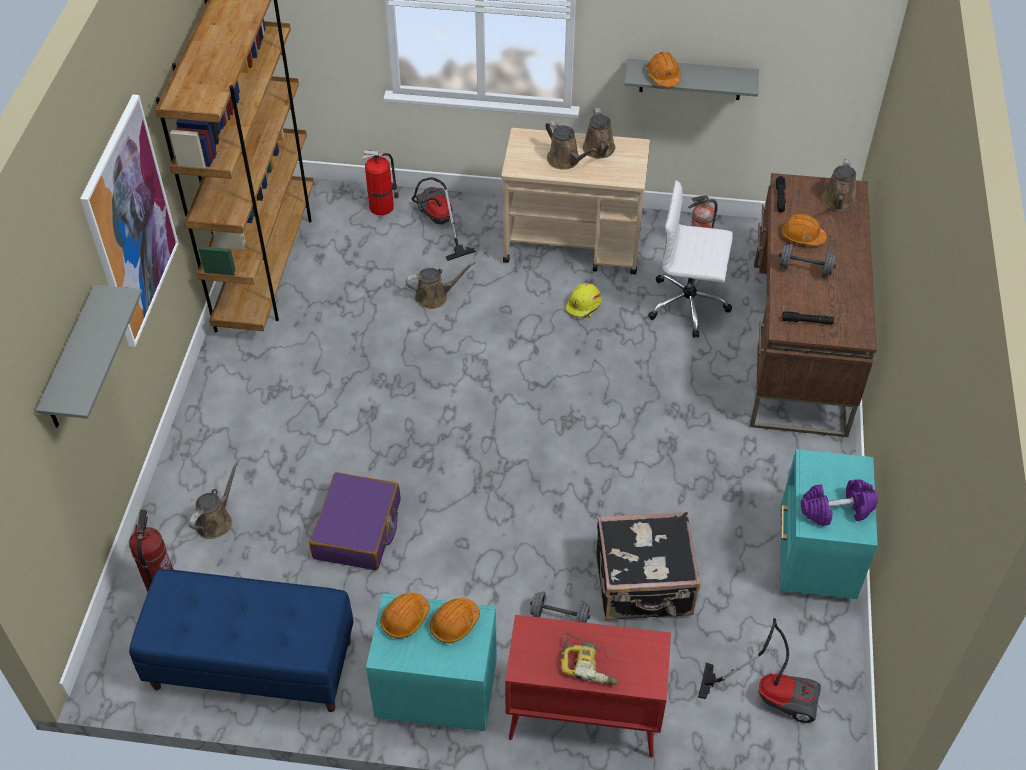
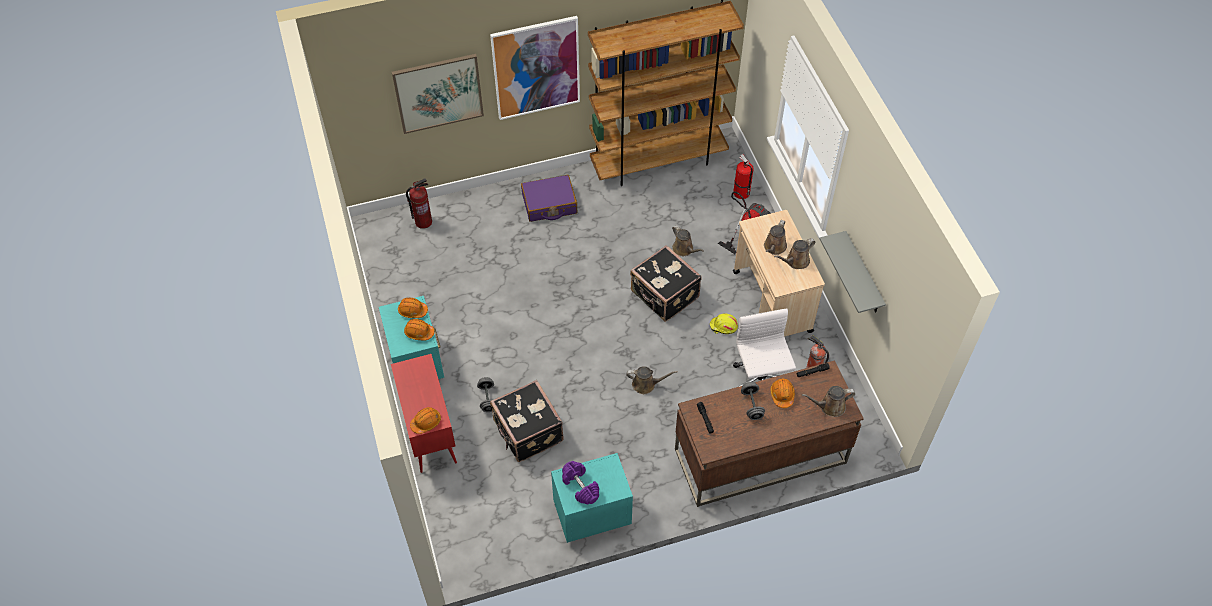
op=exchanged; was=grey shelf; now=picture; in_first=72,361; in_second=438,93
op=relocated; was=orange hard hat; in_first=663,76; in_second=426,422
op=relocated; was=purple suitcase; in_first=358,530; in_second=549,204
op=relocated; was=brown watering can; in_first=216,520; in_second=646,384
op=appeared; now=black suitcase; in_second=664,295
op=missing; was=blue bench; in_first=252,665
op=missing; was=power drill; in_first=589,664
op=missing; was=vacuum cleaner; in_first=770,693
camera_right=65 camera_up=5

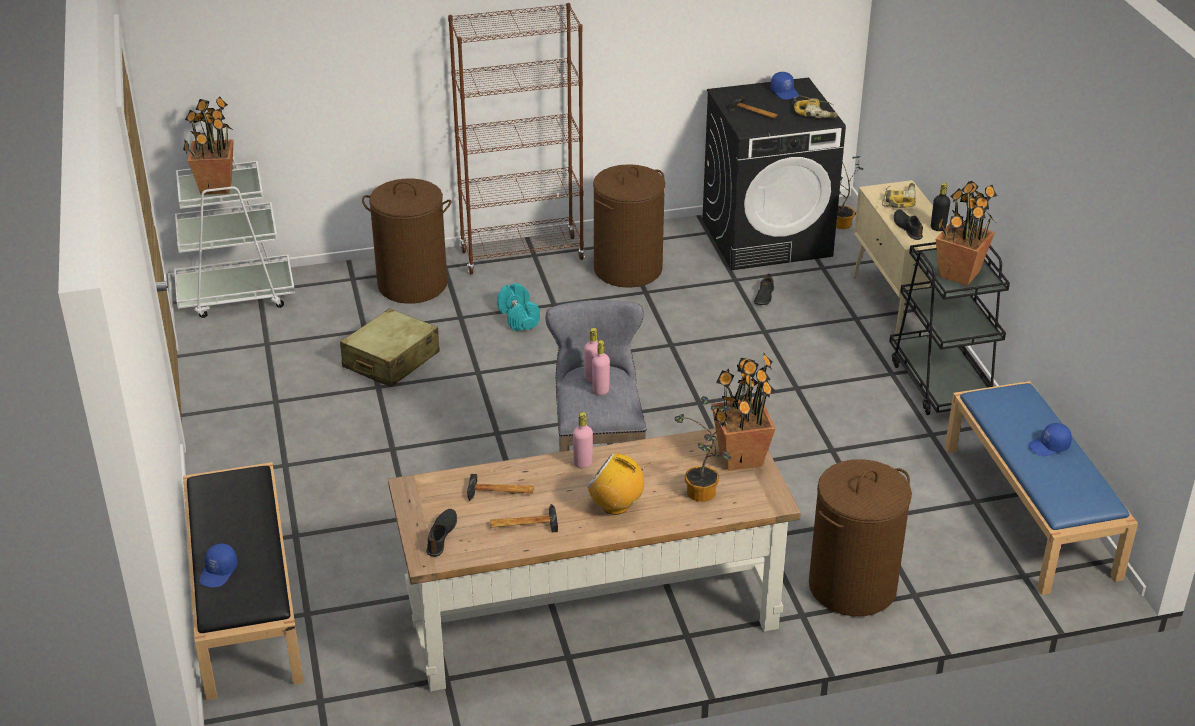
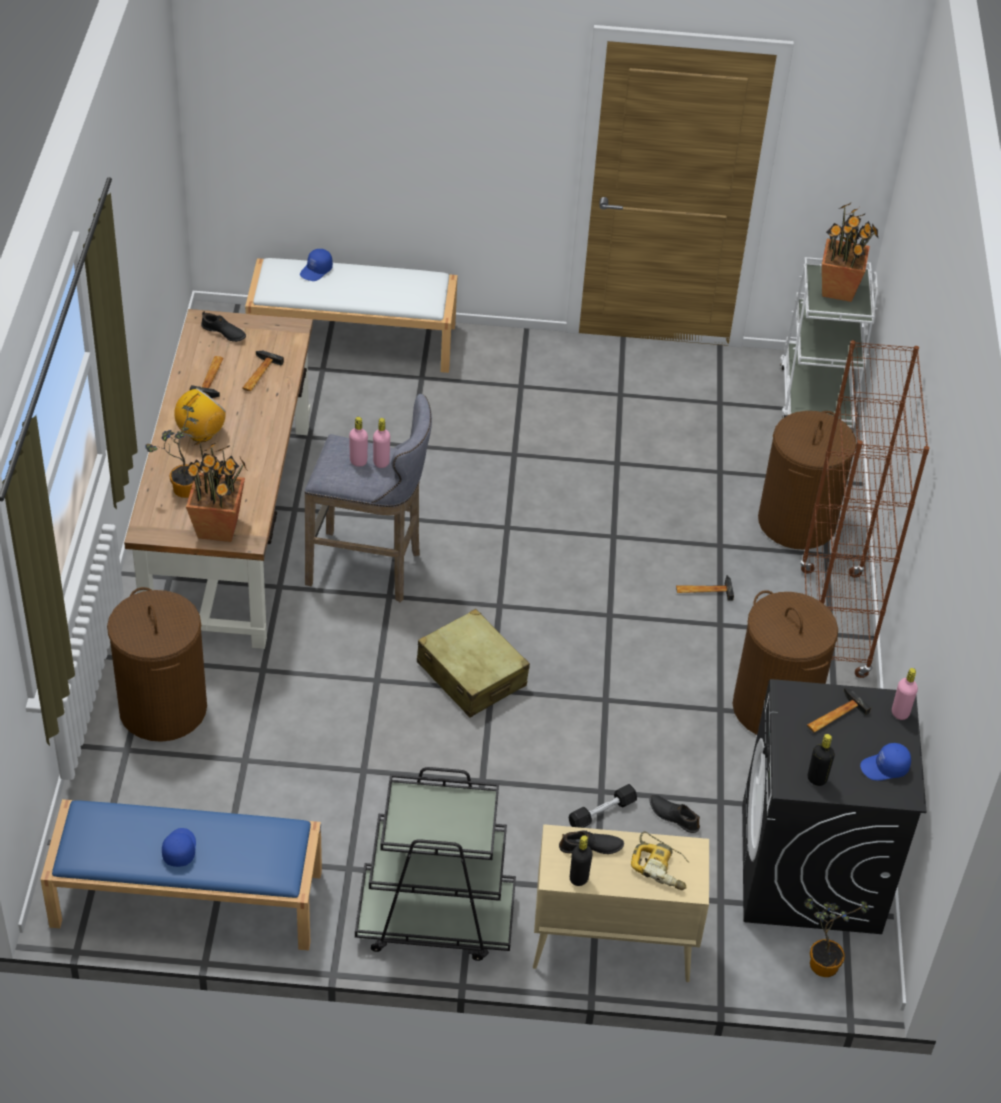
op=colour; was=black bench; now=white bench; in_first=244,602; in_second=354,339
op=spun; was=blue cap; in_first=219,572; in_second=316,271; clockwise=-90
op=relocated; was=beige suitcase; in_first=391,360; in_second=471,674
op=appeared; now=black dumbbell; in_second=602,813
op=exchanged; was=turquoise dumbbell; now=hammer; in_first=519,317; in_second=703,590
op=exchanged; was=power drill; now=black bottle; in_first=815,112; in_second=817,779
op=relocated; was=pink bottle; in_first=582,463; in_second=900,713
op=missing; was=potted plant; in_first=959,273
camera_right=105 camera_up=10

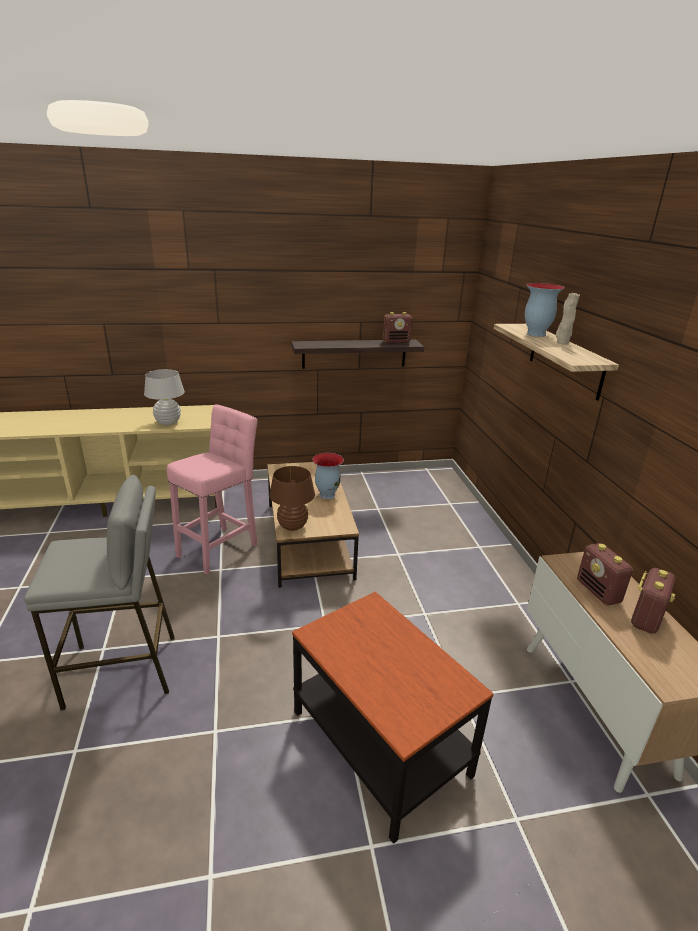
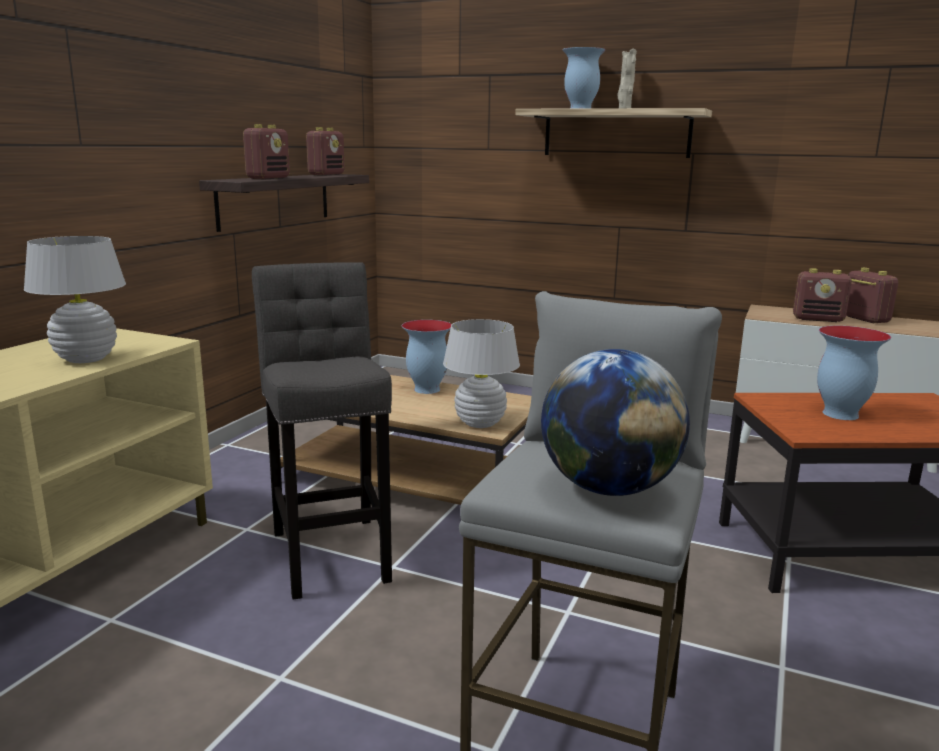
op=appeared; now=radio; in_second=268,178
op=colour; was=pink stool; now=grey stool; in_first=220,548; in_second=331,551
op=colour; was=brown table lamp; now=white table lamp; in_first=292,526; in_second=480,423
op=appeared; now=globe; in_second=608,488
op=appeared; now=vase; in_second=840,414
camera_right=-55 camera_up=-10

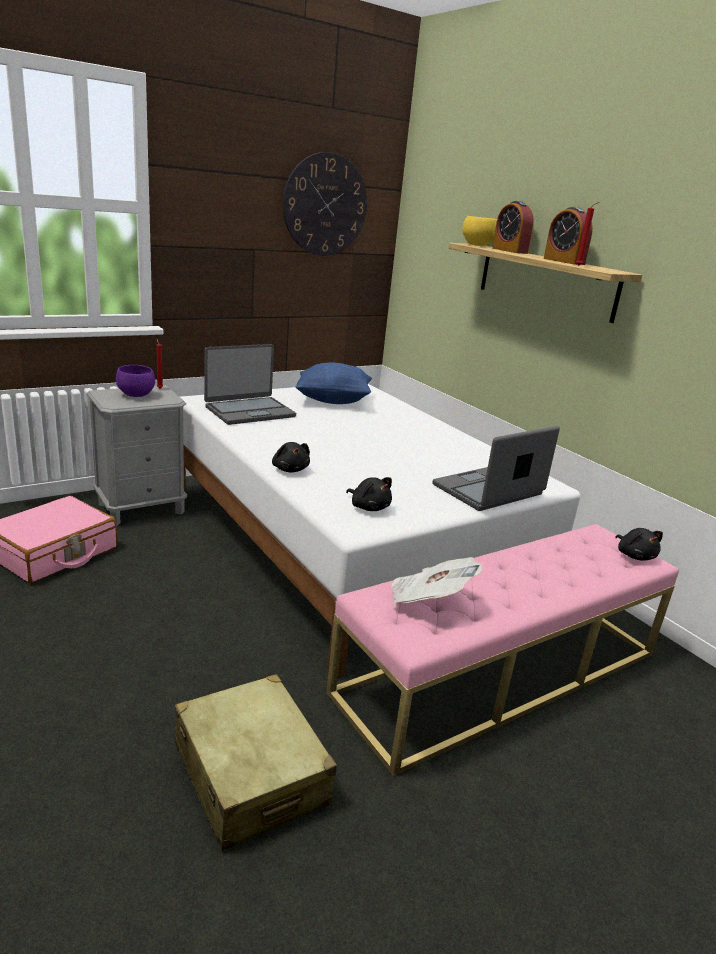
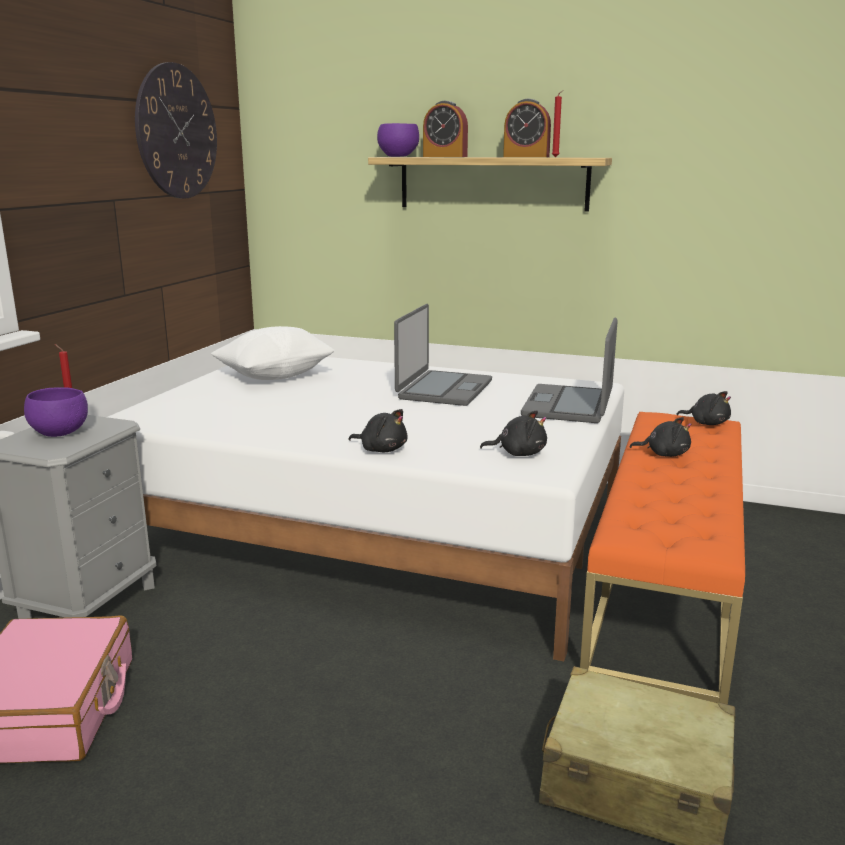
op=colour; was=blue pillow; now=white pillow; in_first=333,401; in_second=275,376
op=colour; was=yellow bowl; now=purple bowl; in_first=477,245; in_second=397,156
op=relocated; was=laptop; in_first=249,411; in_second=443,389
op=colour; was=pink bench; now=orange bench; in_first=501,672; in_second=667,580
op=appeared; now=black plush toy; in_second=664,454
op=missing; was=newspaper; in_first=428,599
camera_right=-35 camera_up=-5

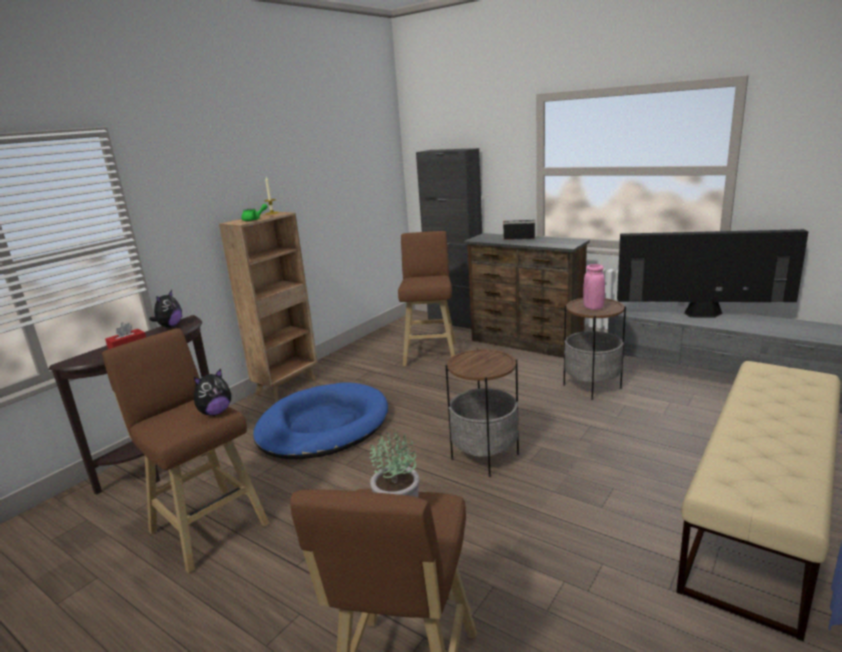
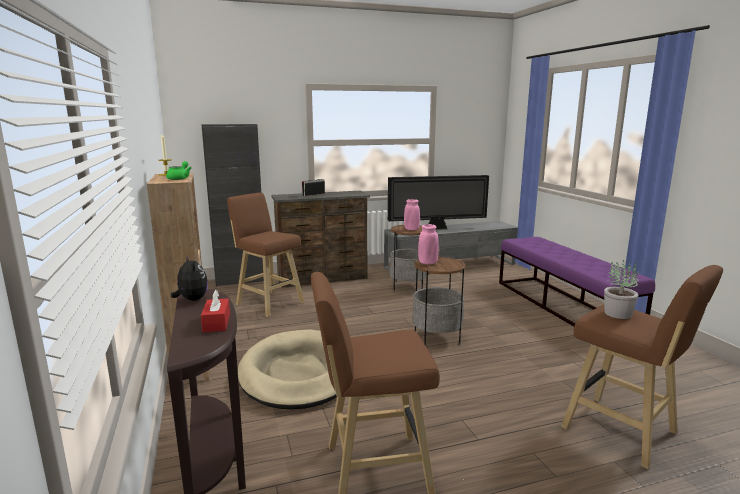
op=colour; was=blue dog bed; now=beige dog bed; in_first=323,426; in_second=299,373
op=spun; was=television; in_first=701,315; in_second=437,228; clockwise=-150
op=appeared; now=pink vase; in_second=428,263
op=colour; was=beige bench; now=purple bench; in_first=760,512; in_second=563,306
op=missing; was=plush toy; in_first=215,412
camera_right=-55 camera_up=-5

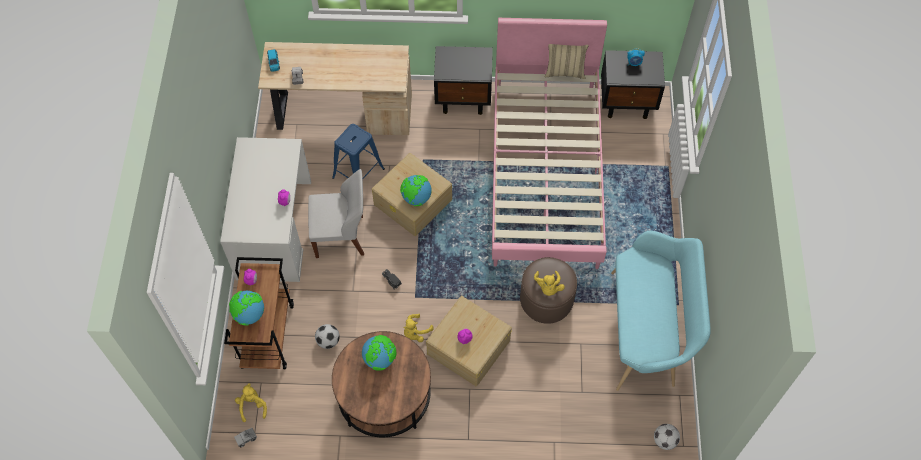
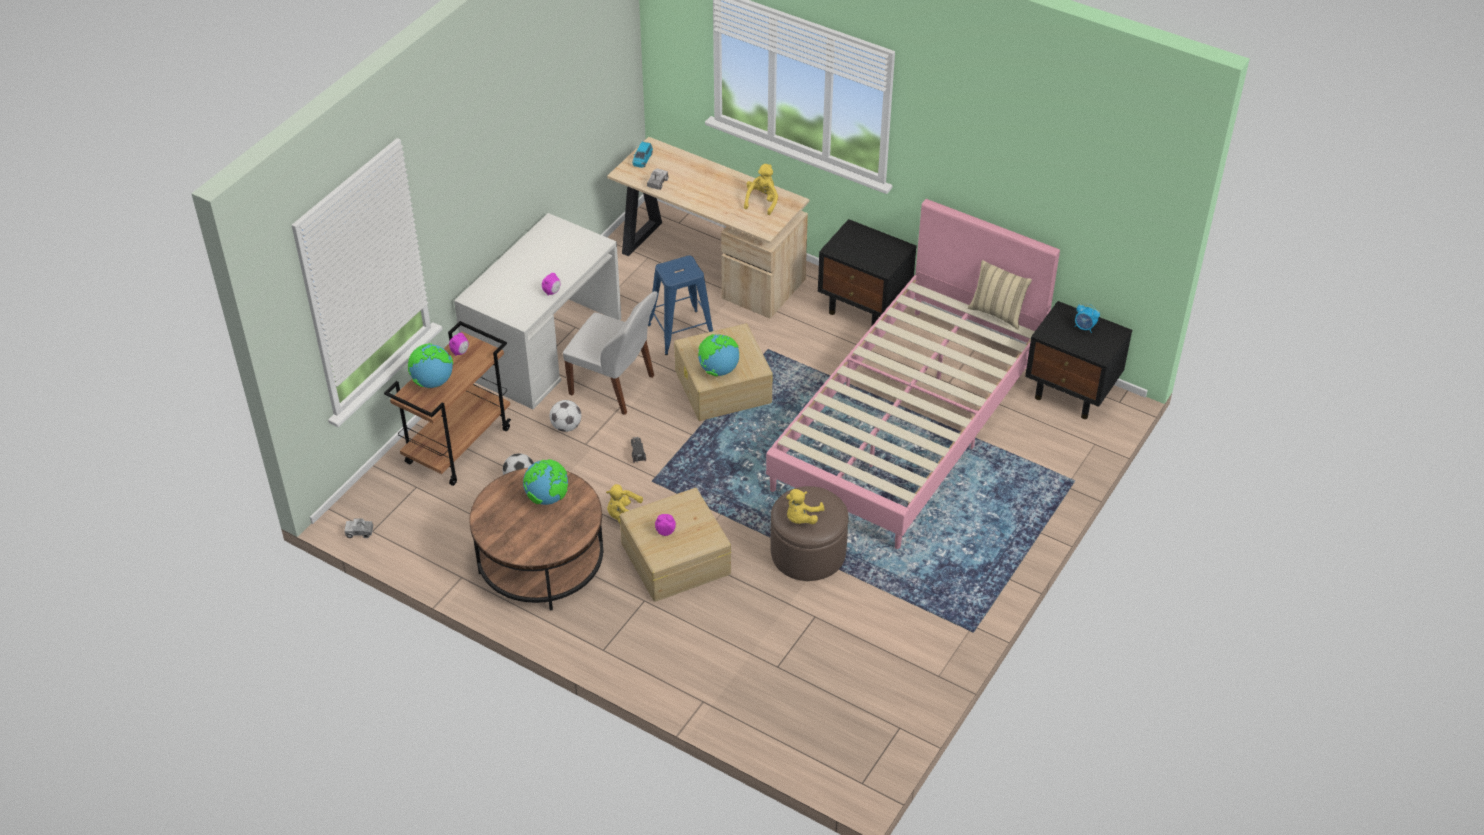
op=relocated; was=football; in_first=664,440; in_second=566,426
op=relocated; was=yellow plush toy; in_first=252,406; in_second=762,201
op=missing; was=turquoise bench; in_first=648,330
camera_right=30 camera_up=-15

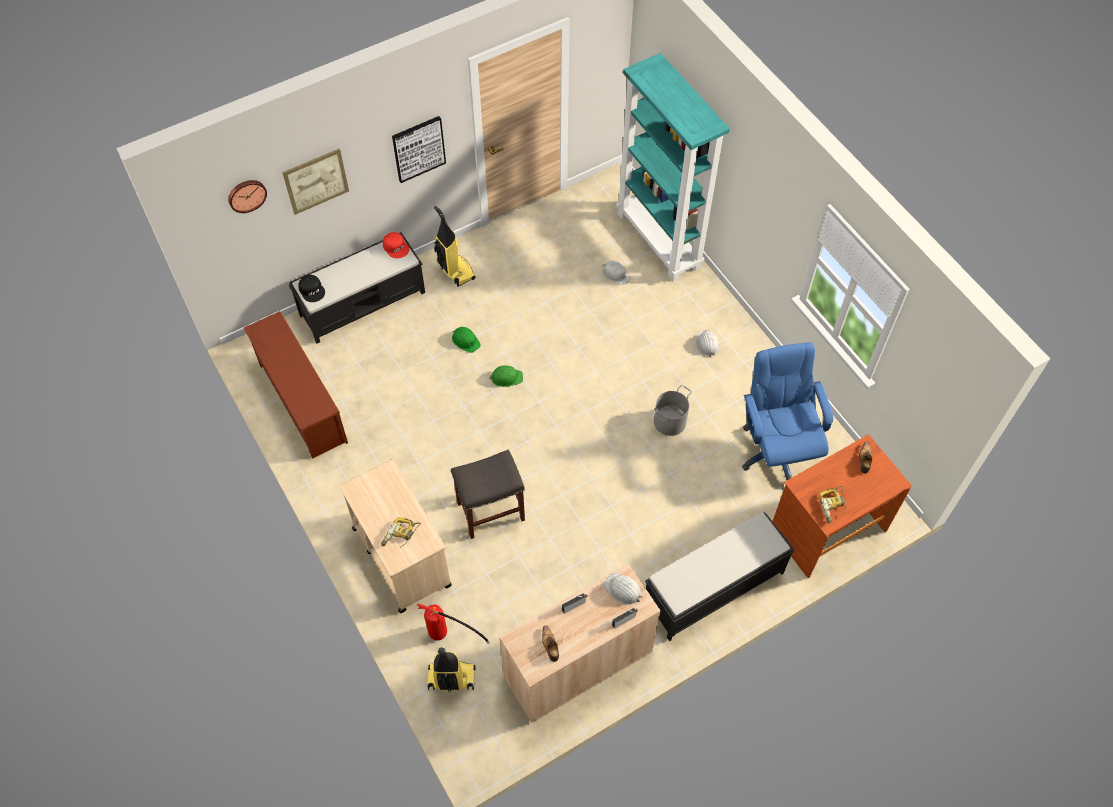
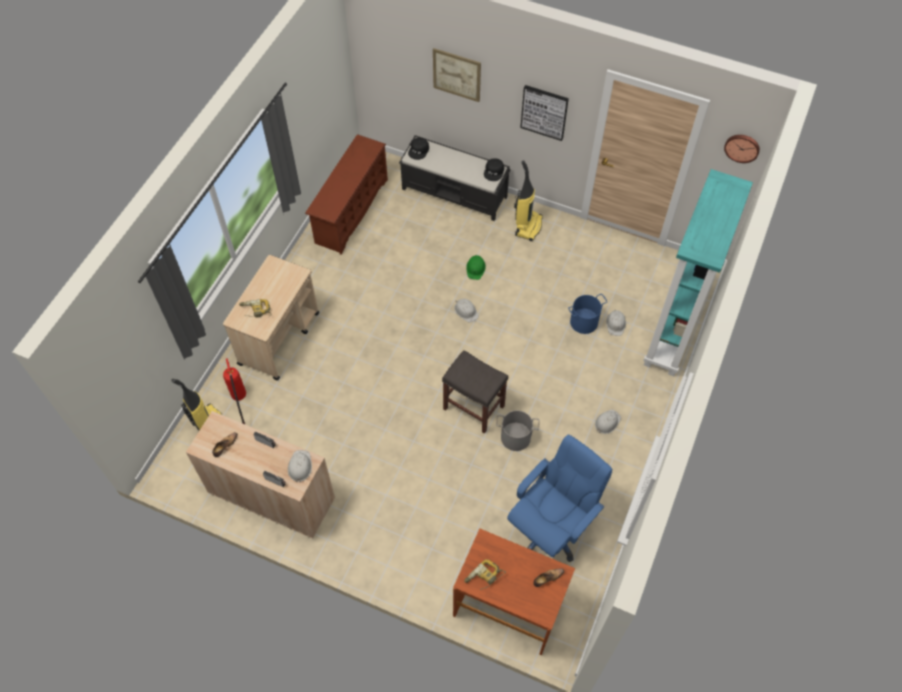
op=relocated; was=grey stool; in_first=490,512; in_second=473,407
op=colour; was=green hard hat; now=white hard hat; in_first=506,377; in_second=466,311
op=colour; was=red cap; now=black cap; in_first=396,247; in_second=494,171
op=appeared; now=blue bucket; in_second=584,322
op=relocated; was=wall clock; in_first=246,195; in_second=742,147
op=missing; was=black bench; in_first=712,588
camera_right=55 camera_up=0

